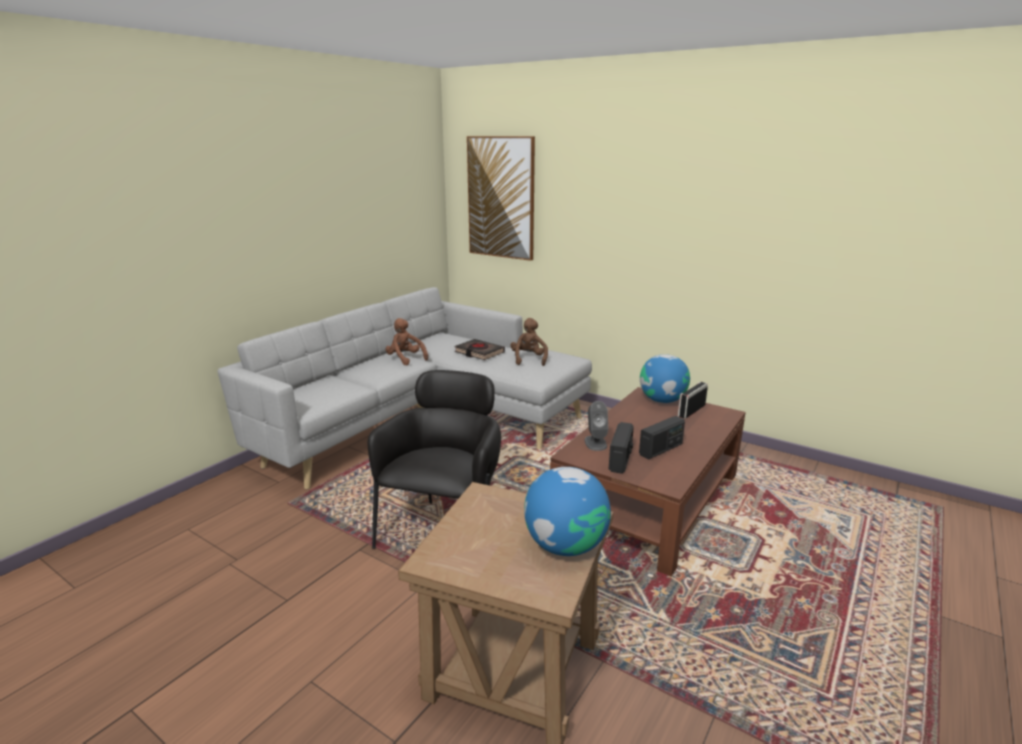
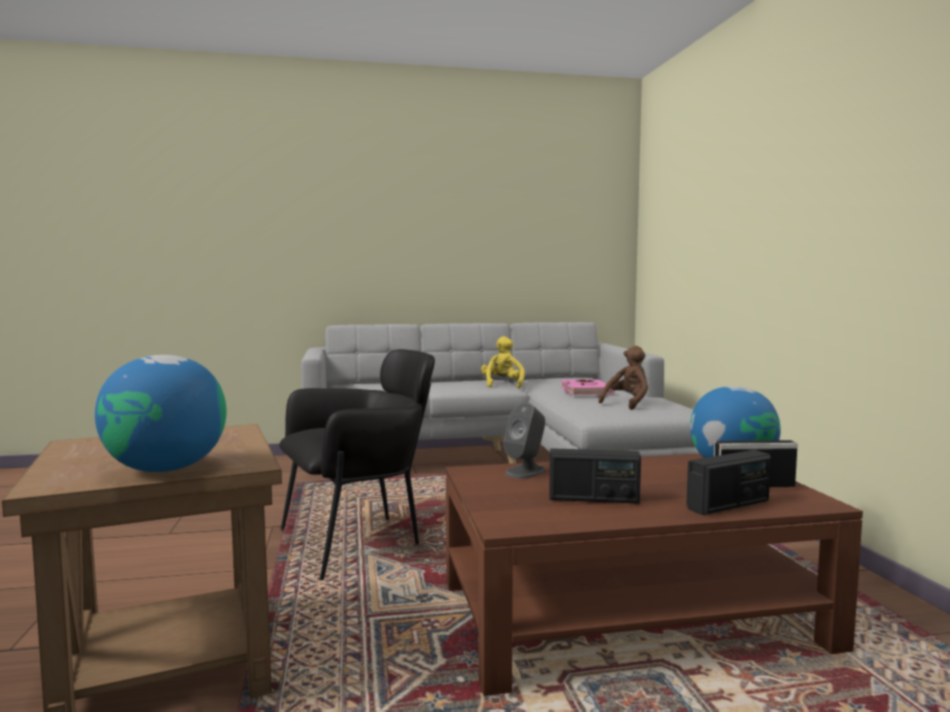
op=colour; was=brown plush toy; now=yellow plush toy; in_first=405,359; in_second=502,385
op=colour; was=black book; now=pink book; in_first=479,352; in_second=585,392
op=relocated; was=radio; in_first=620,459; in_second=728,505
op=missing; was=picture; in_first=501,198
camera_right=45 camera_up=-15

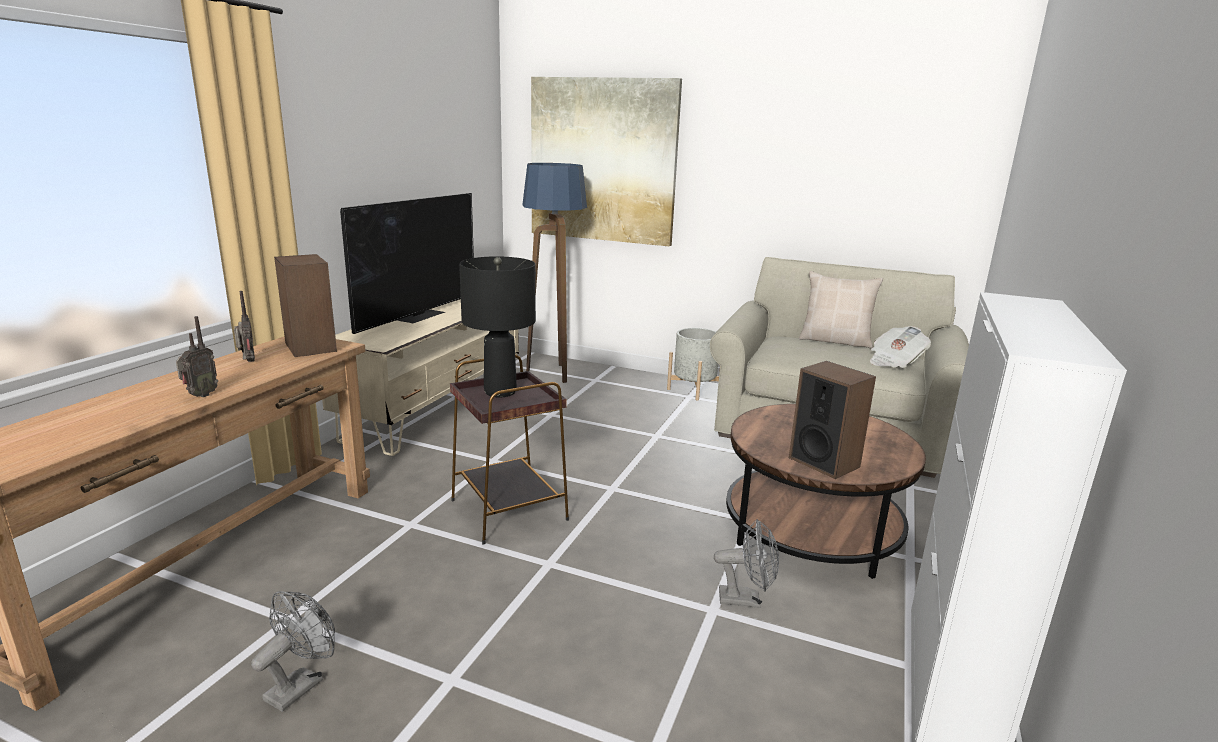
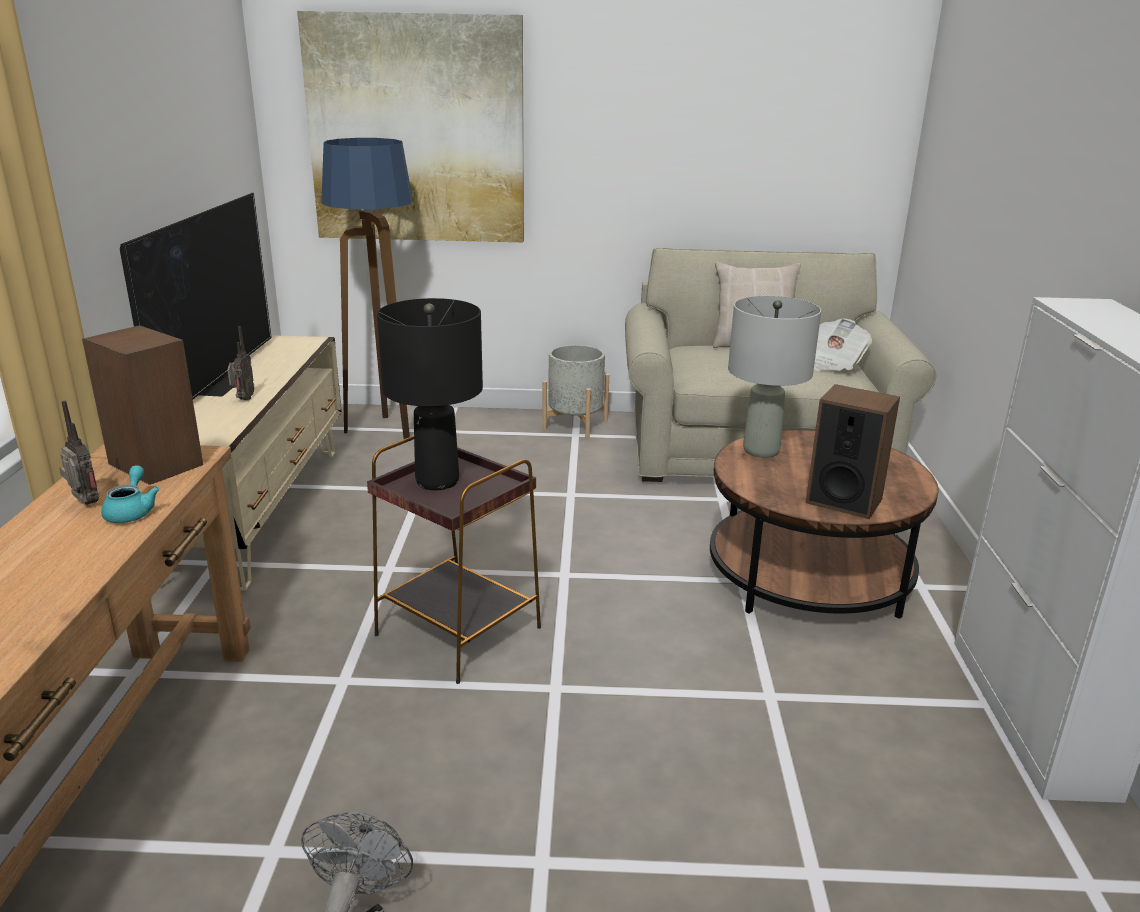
op=appeared; now=turquoise teapot; in_second=132,511
op=relocated; was=radio; in_first=200,395; in_second=243,399
op=appeared; now=grey table lamp; in_second=761,450
op=missing; was=grey fan; in_first=746,599
camera_right=-20 camera_up=5

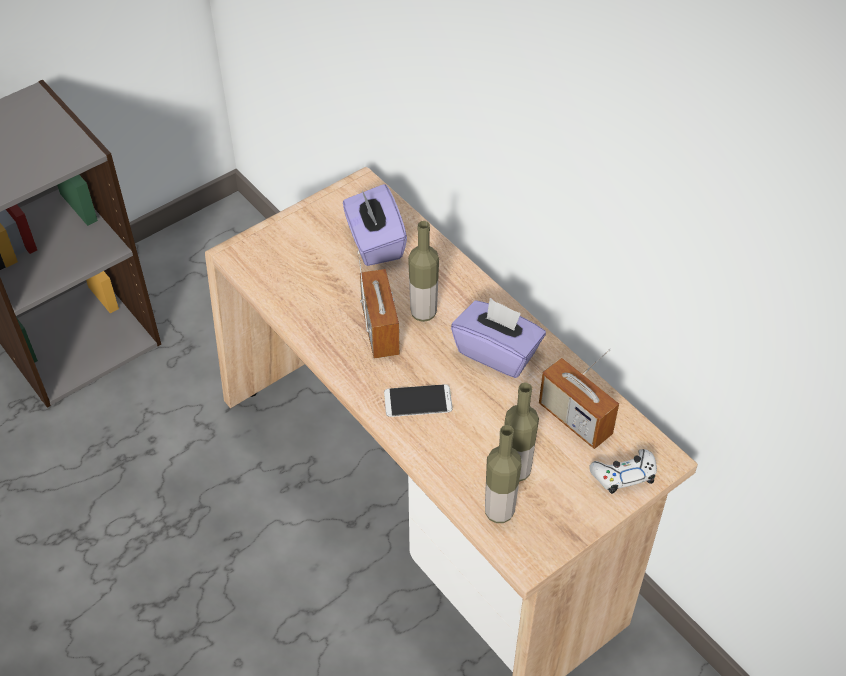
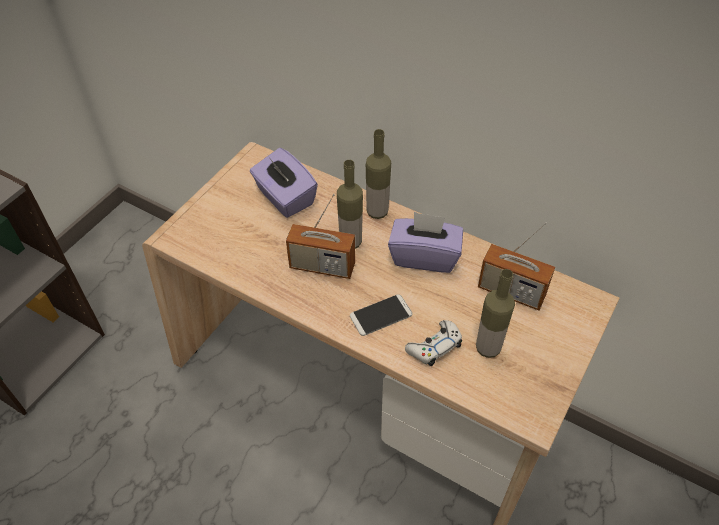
op=spun; was=radio; in_first=380,330; in_second=322,266; clockwise=135
op=relocated; was=bottle; in_first=499,512; in_second=377,212
op=relocated; was=white game controller; in_first=624,475; in_second=434,346
camera_right=-20 camera_up=0

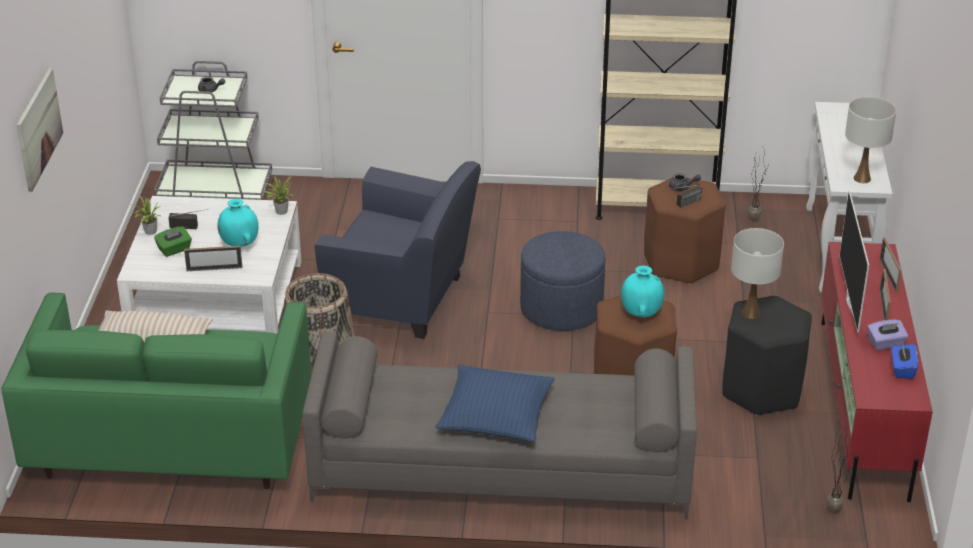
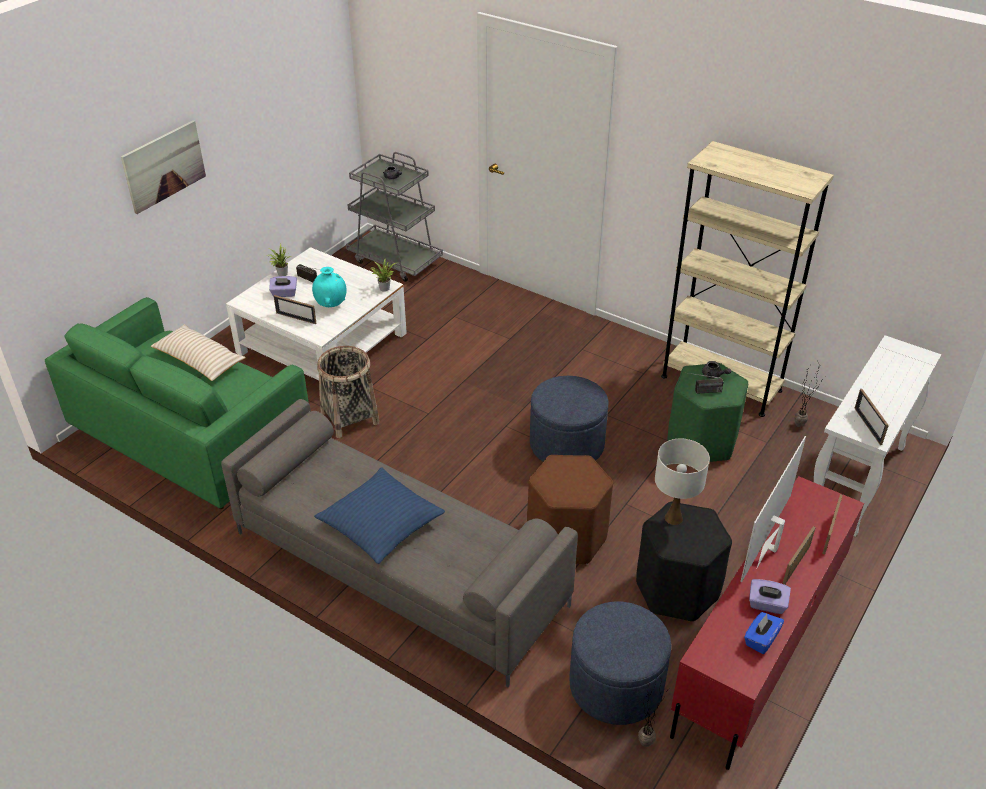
op=colour; was=green tissue box; now=purple tissue box; in_first=174,250; in_second=284,293
op=appeared; now=blue ottoman; in_second=616,685
op=colour; was=brown stool; now=green stool; in_first=681,262; in_second=702,441
op=exchanged; was=white table lamp; now=picture frame; in_first=862,178; in_second=868,426
op=missing; was=blue armchair; in_first=403,299
op=missing; was=turquoise vase; in_first=641,313
camera_right=30 camera_up=5

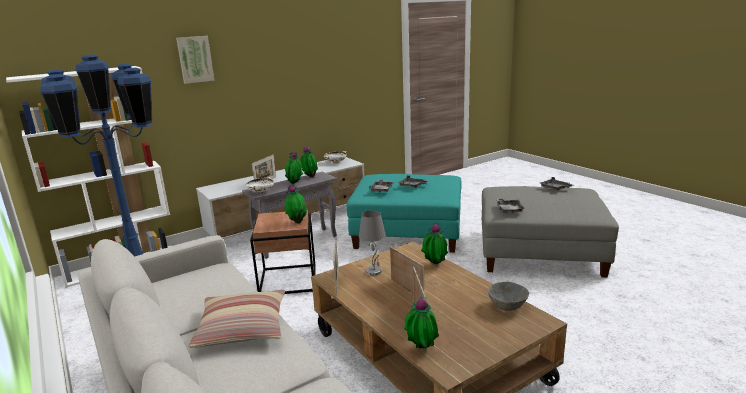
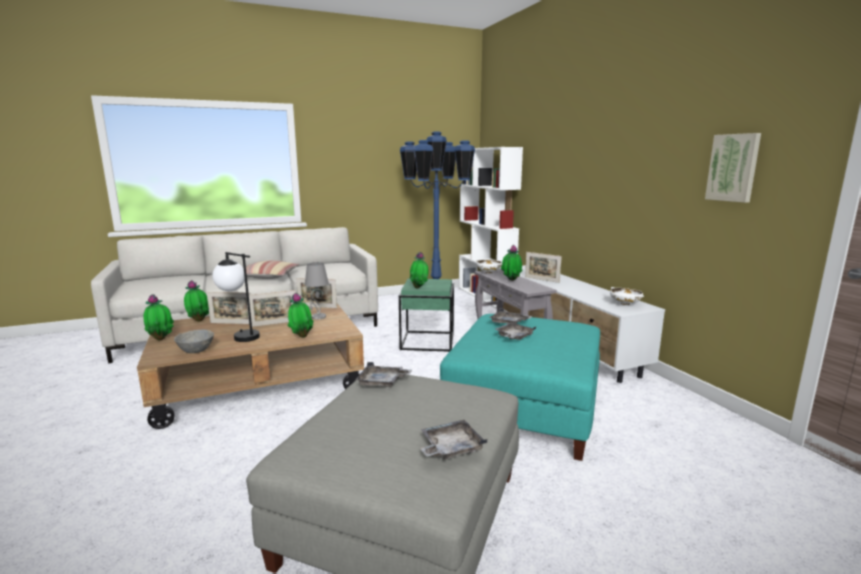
op=relocated; was=potted plant; in_first=310,177; in_second=161,339
op=appeared; now=table lamp; in_second=240,335
op=colour; was=brown side table; now=green side table; in_first=287,280; in_second=428,341
op=relocated; was=picture; in_first=195,59; in_second=733,167
camera_right=100 camera_up=-5

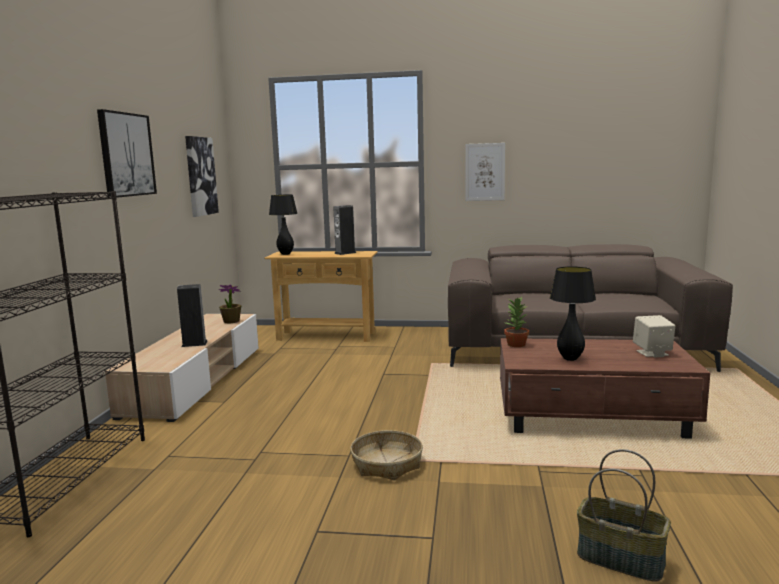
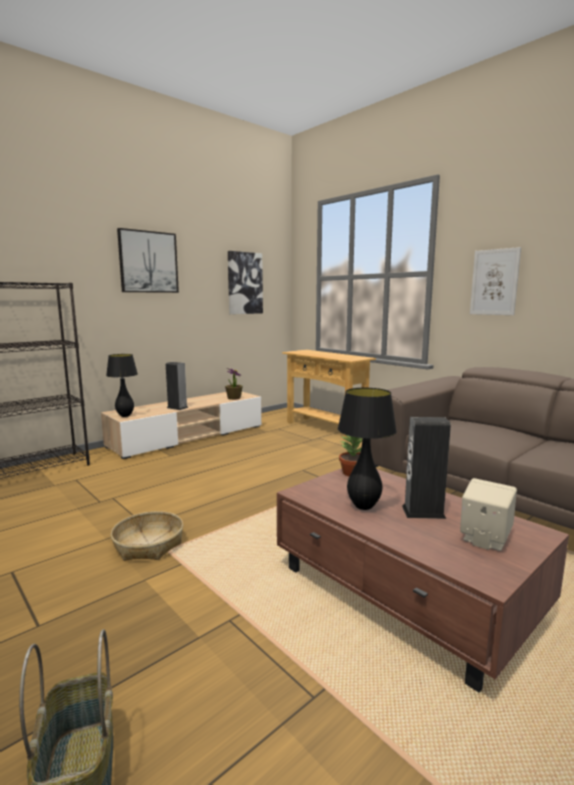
op=relocated; was=black table lamp; in_first=285,254; in_second=125,416
op=relocated; was=speaker; in_first=345,253; in_second=423,512
camera_right=40 camera_up=0

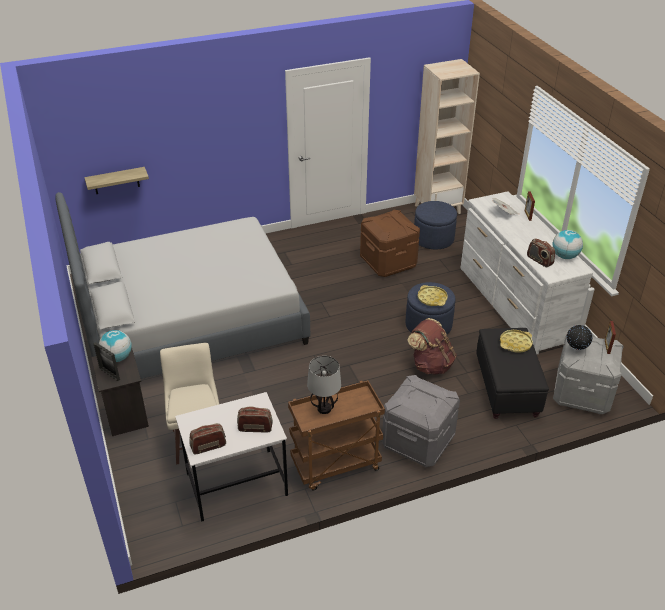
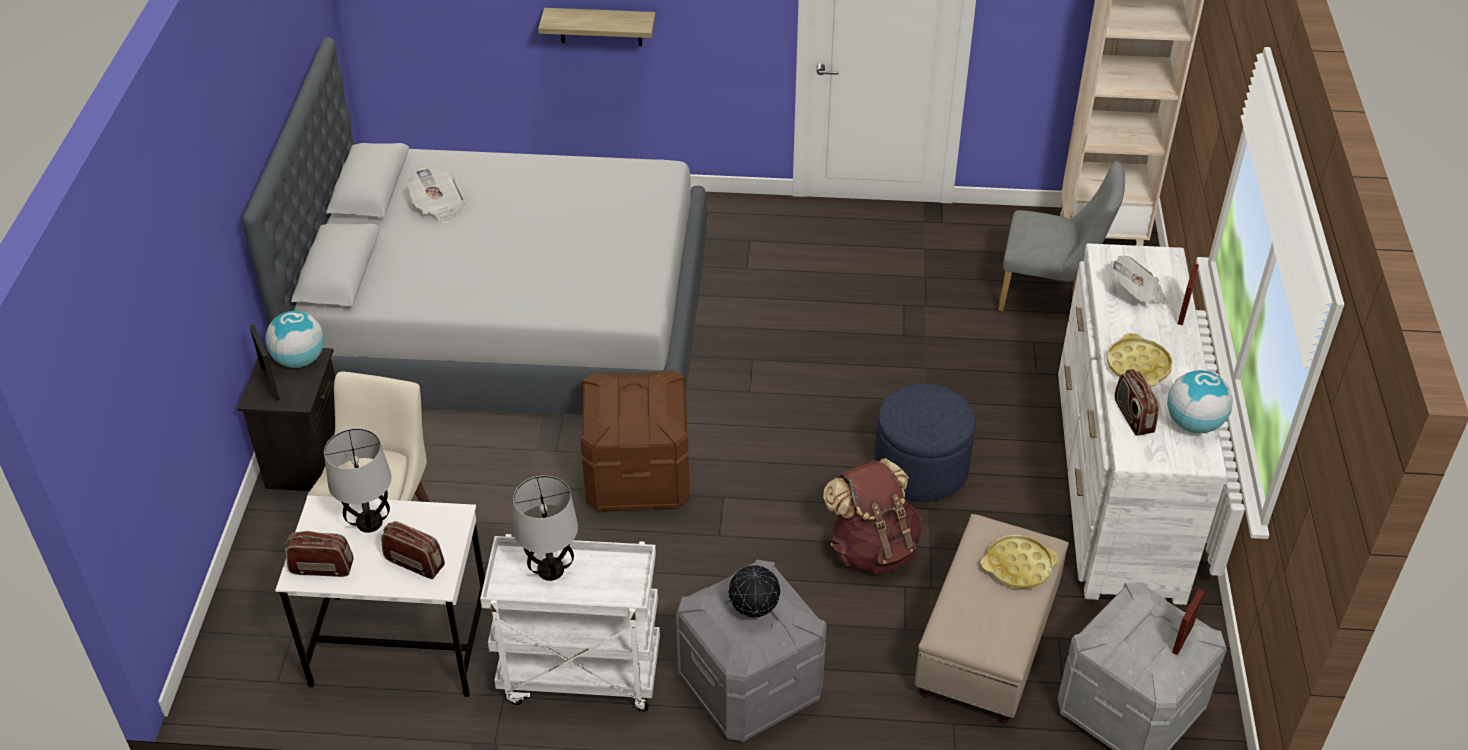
op=appeared; now=table lamp; in_second=370,522
op=appeared; now=newspaper; in_second=438,207
op=colour; was=brown cart; now=white cart; in_first=335,466; in_second=579,676
op=relocated; was=shelf; in_first=116,181; in_second=600,26
op=relocated; was=brown storage box; in_first=388,262; in_second=638,478
op=relocated; was=globe; in_first=576,349; in_second=754,611
op=colour; was=black ottoman; now=beige ottoman; in_first=507,388; in_second=986,646
op=exchanged; was=blue ottoman; now=grey chair; in_first=433,239; in_second=1050,295
op=relocated; was=yellow tray; in_first=432,298; in_second=1138,366
camera_right=25 camera_up=5

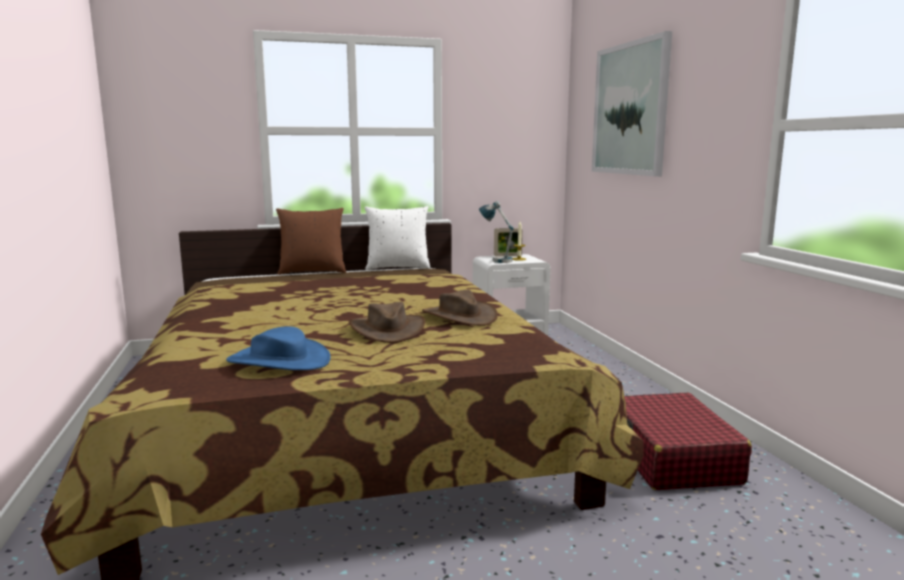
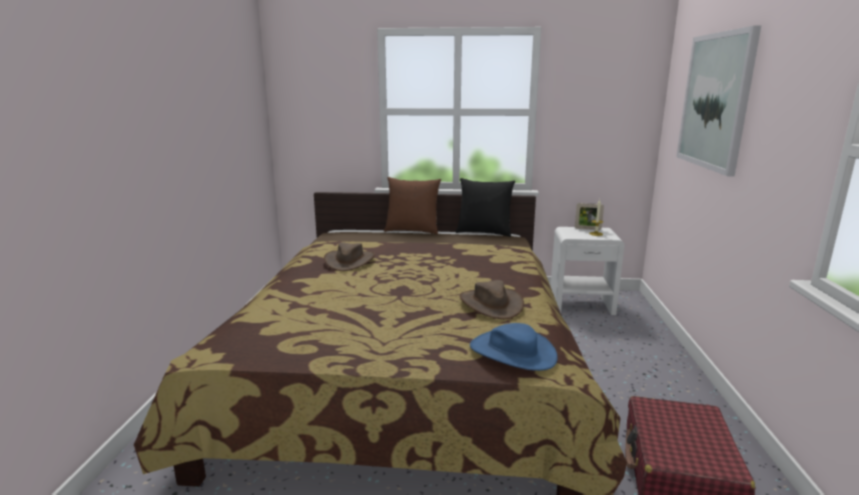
op=relocated; was=brown hat; in_first=387,330; in_second=349,261
op=colour; was=white pillow; now=black pillow; in_first=397,267; in_second=484,232
op=relocated; was=blue hat; in_first=279,360; in_second=512,352
op=missing; was=table lamp; in_first=496,260
camera_right=20 camera_up=5

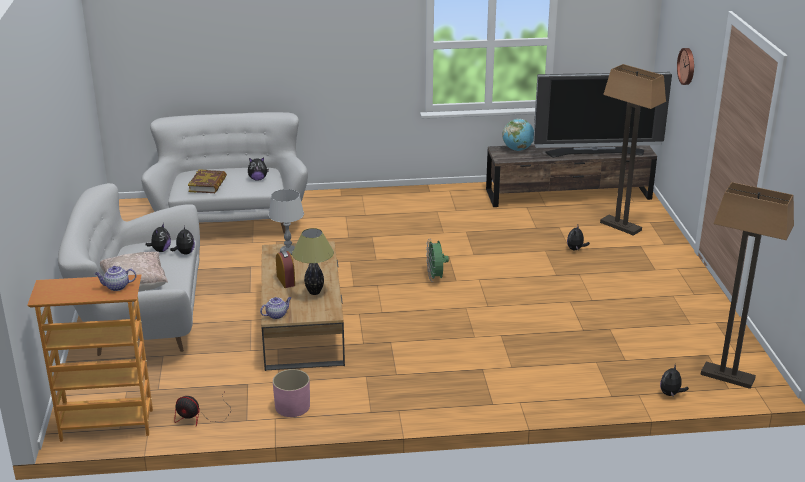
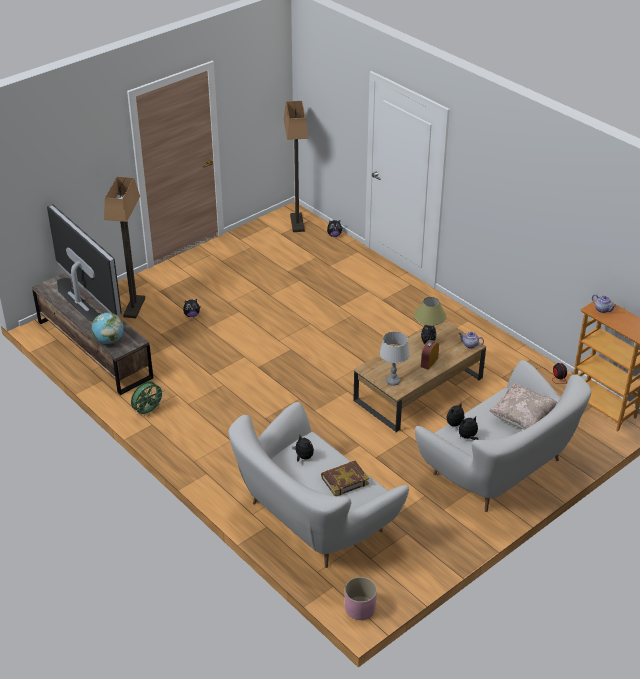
op=relocated; was=green fan; in_first=435,278; in_second=148,411
op=relocated; was=pink planter; in_first=292,406; in_second=359,608
op=missing; was=wall clock; in_first=687,66
camera_right=-125 camera_up=10

